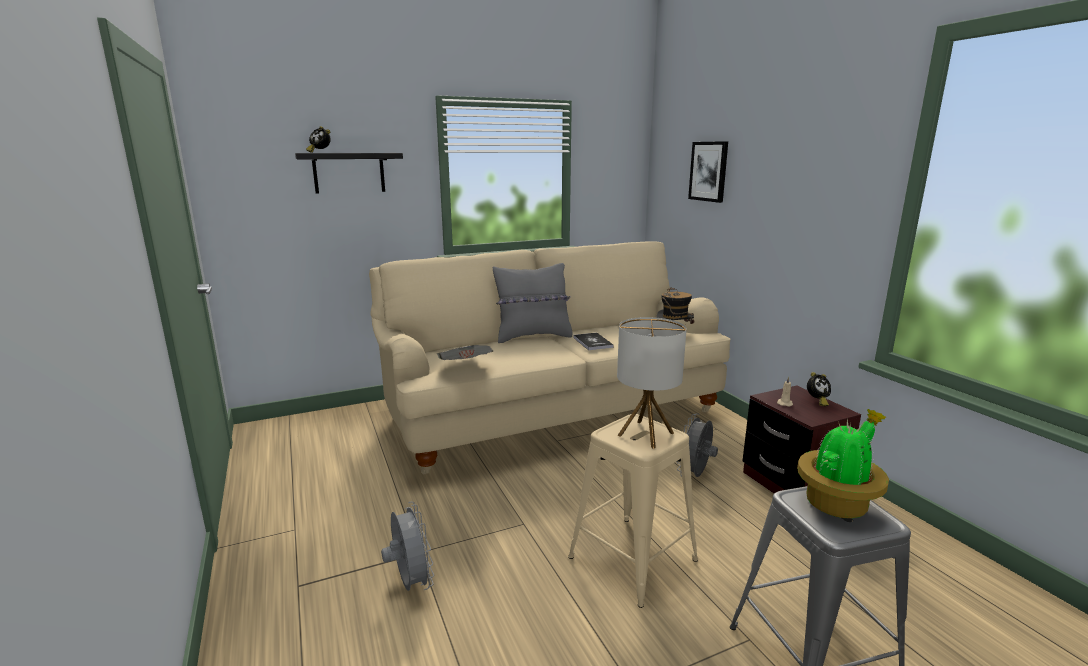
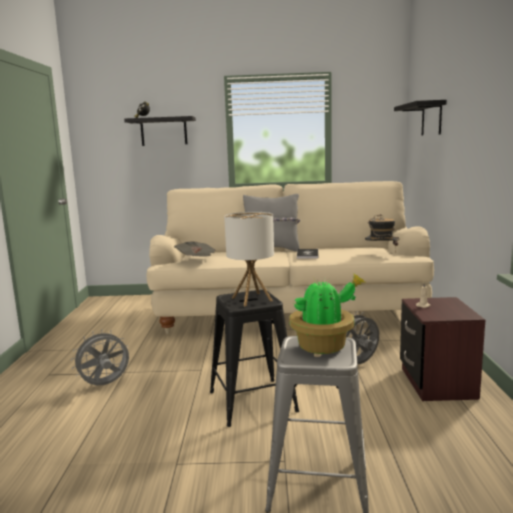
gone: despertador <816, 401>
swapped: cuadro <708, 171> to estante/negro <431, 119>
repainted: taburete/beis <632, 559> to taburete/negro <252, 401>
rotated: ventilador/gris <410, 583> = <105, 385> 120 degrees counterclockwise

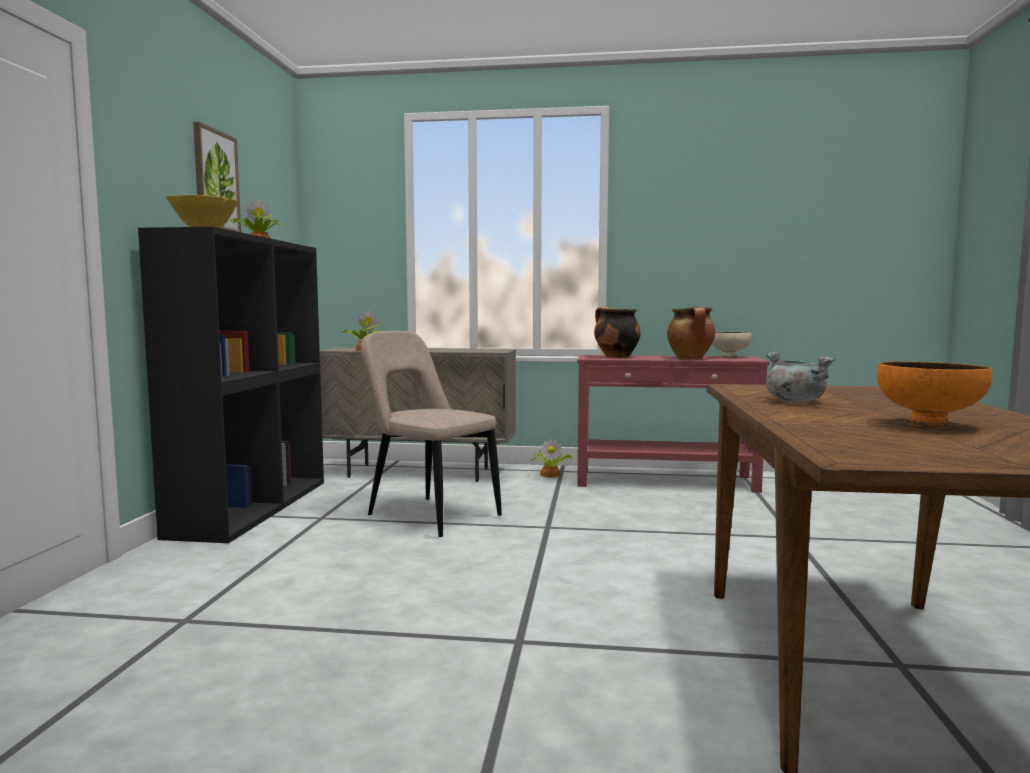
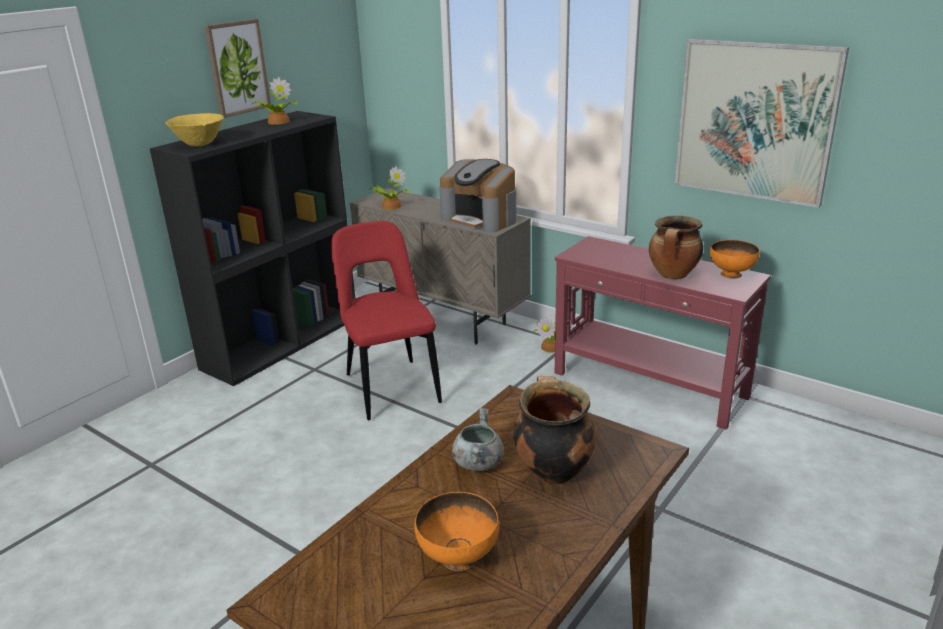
new: cafetera <480, 219>; cuadro <755, 121>
shifted: olla <615, 357> to <552, 470>
repainted: silla/beis <429, 515> to silla/rojo <390, 386>; cuenco/beis <729, 357> to cuenco/naranja <731, 274>

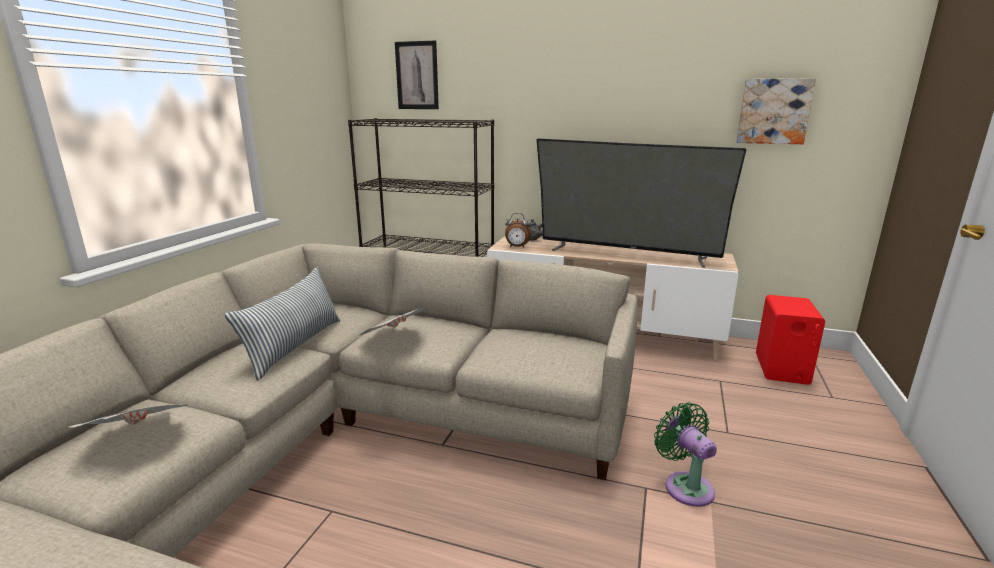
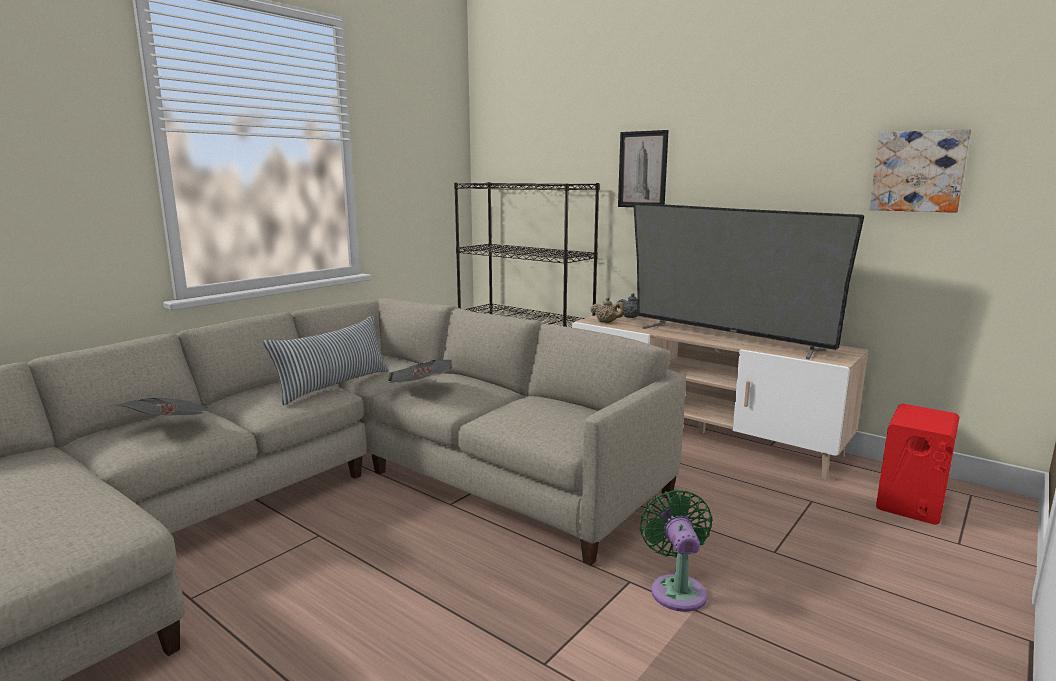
shifted: cuadro <417, 75> to <642, 169>
swapped: despertador <517, 247> to tetera/beis <607, 322>

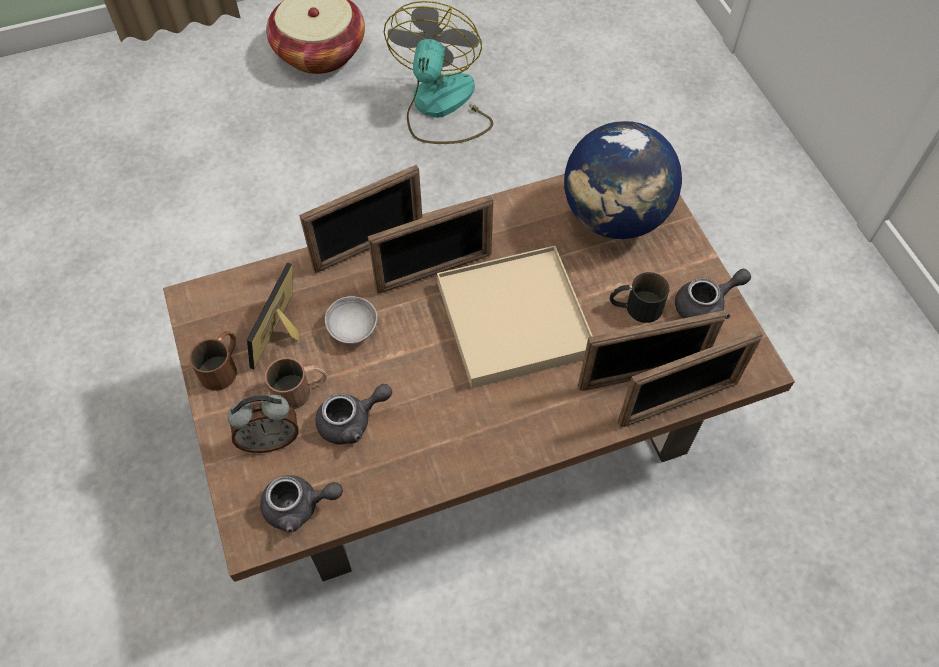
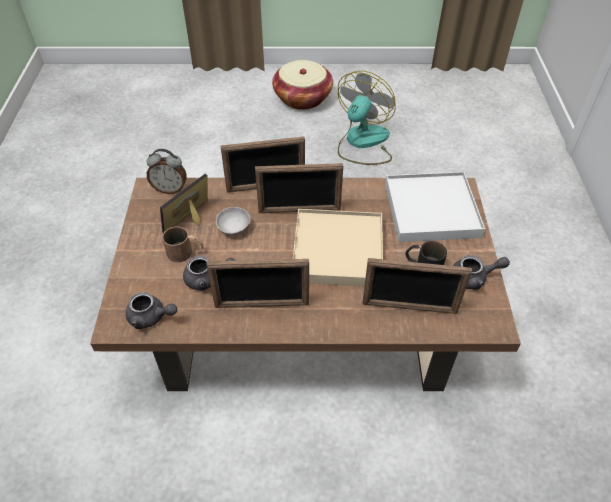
gone: taza grande/marrón <223, 365>
shifted: despertador <270, 439> to <170, 189>; portarretratos <678, 403> to <262, 305>
swapped: globo terráqueo <614, 217> to bandeja/blanco <431, 210>

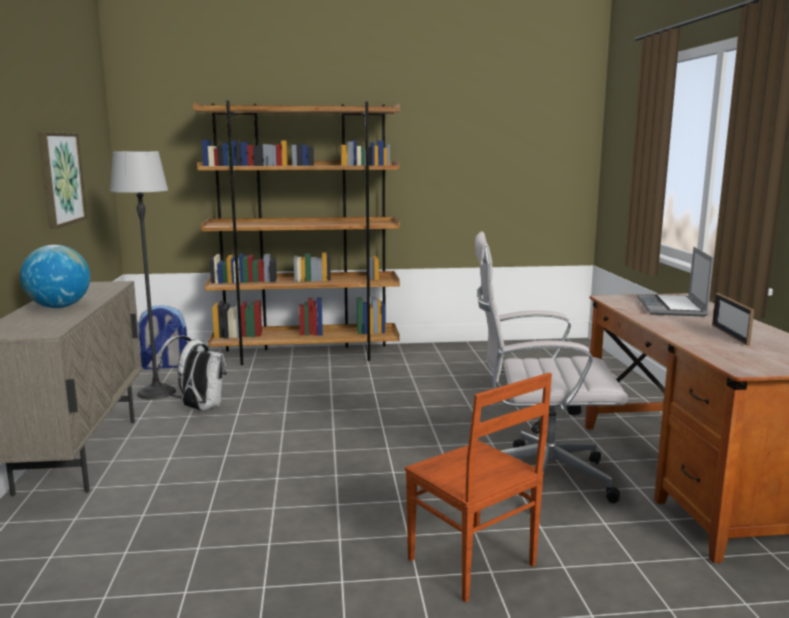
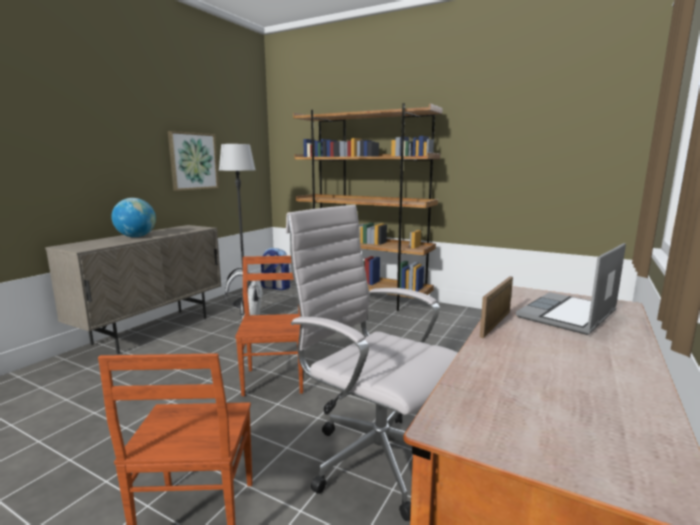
new: silla/marrón <275, 380>
shifted: portarretratos <730, 335> to <495, 323>

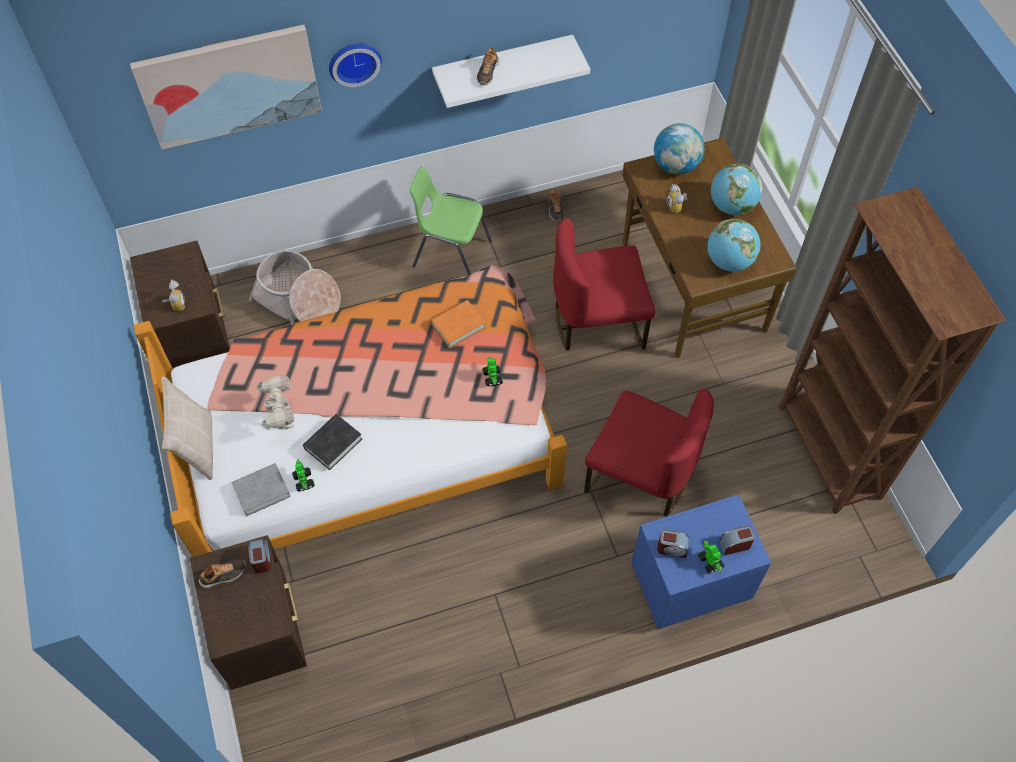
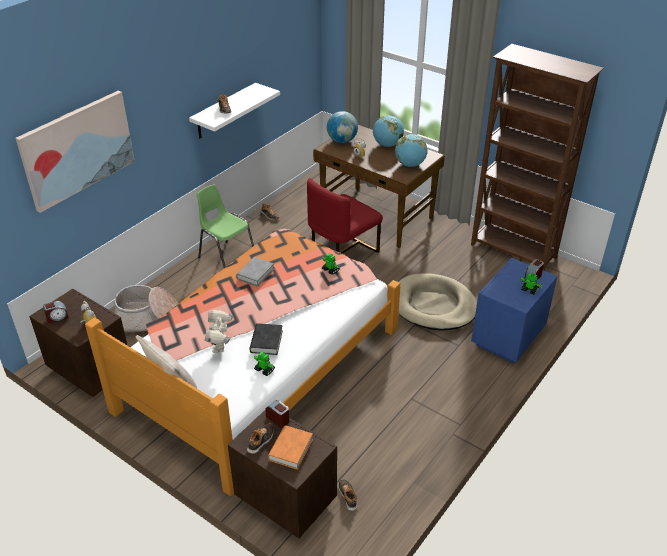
gone: reloj de pared <354, 61>
new: zapato <348, 496>
shifted: despertador <672, 548> to <57, 318>; libro/gris <261, 491> to <255, 274>; libro/naranja <458, 326> to <290, 450>
swapped: silla/rojo <640, 476> to cama para perro/beis <433, 305>
rotated: silla/verde <451, 254> = <227, 258> 60 degrees clockwise; robot de juguete <282, 419> = <220, 346> 135 degrees counterclockwise

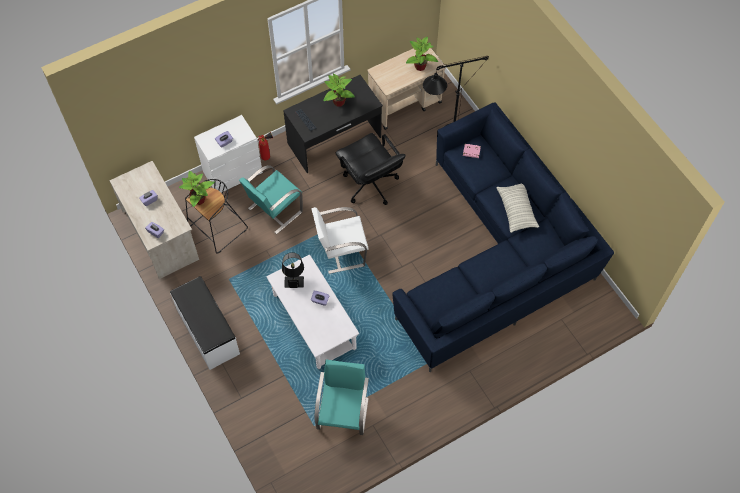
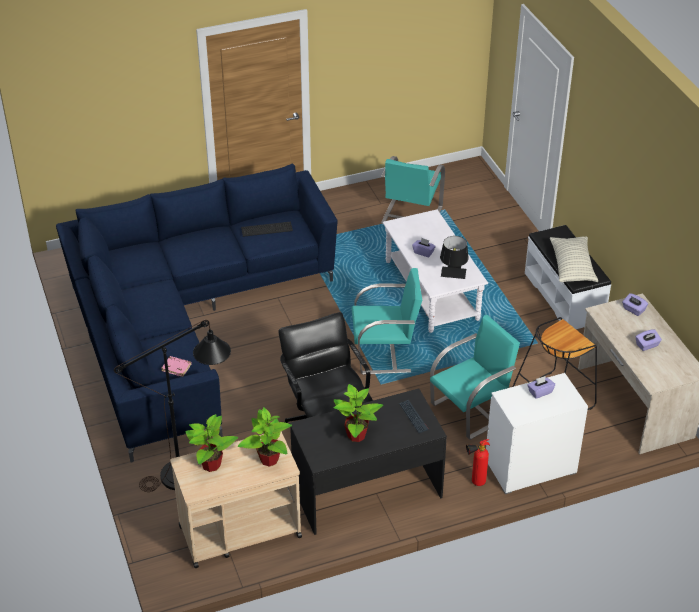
new: teclado <266, 228>
shifted: planta en maceta <199, 200> to <268, 459>; cojín <516, 211> to <572, 267>
repainted: silla/blanco <341, 251> to silla/turquesa <385, 353>

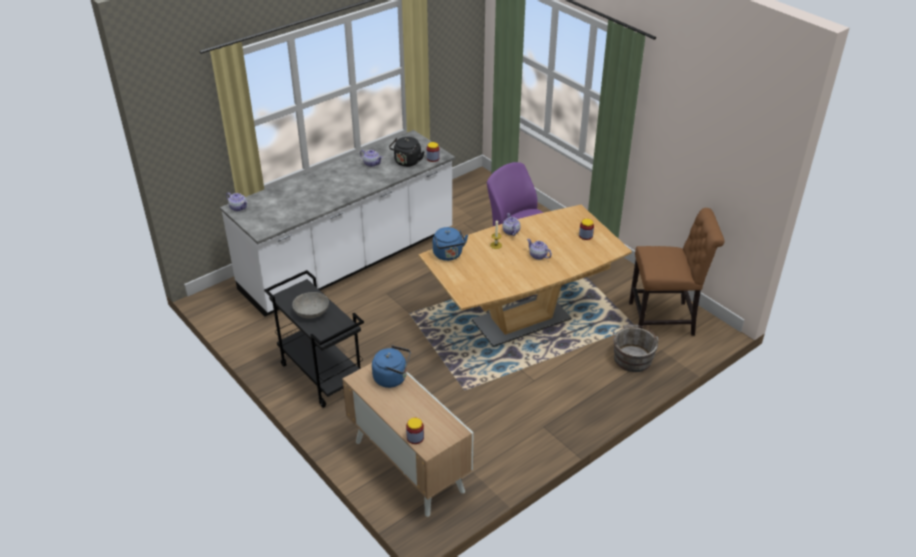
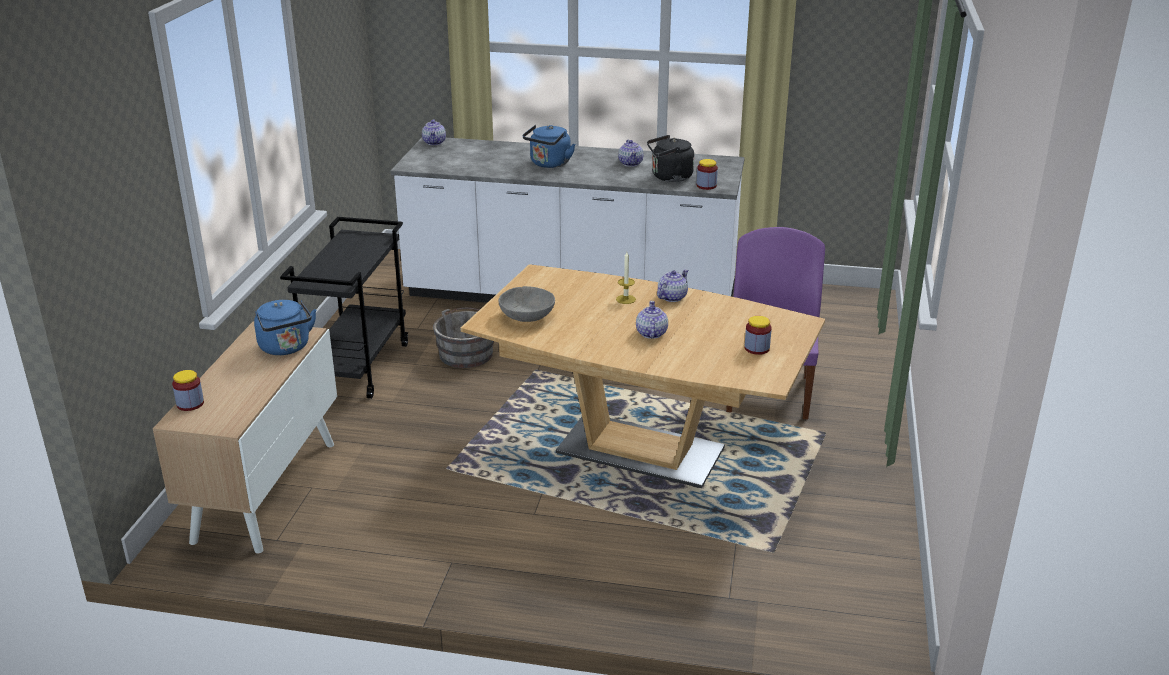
gone: silla/marrón <665, 319>
shifted: cubo/gris <632, 357> to <469, 353>; cuenco/gris <311, 312> to <527, 317>; hervidor/azul <448, 255> to <549, 164>

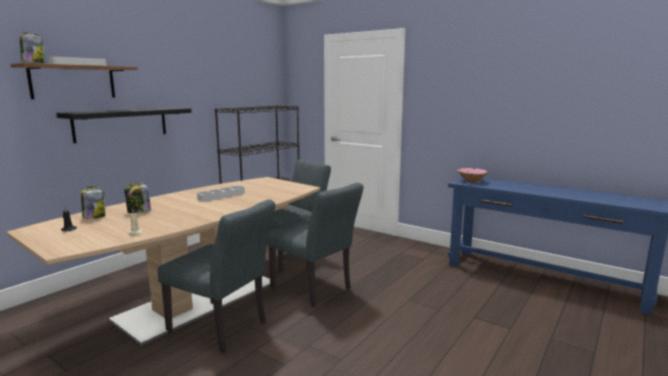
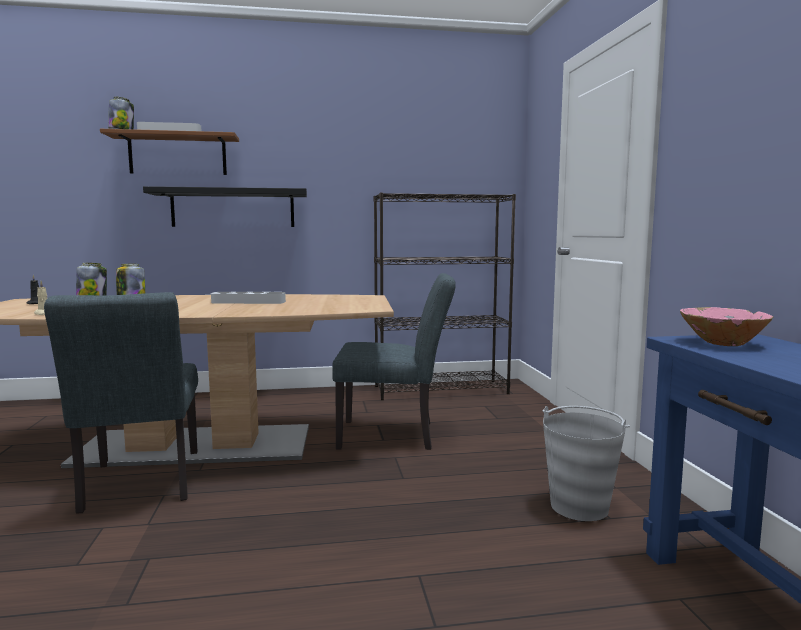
gone: silla/gris <315, 289>
new: cubo/gris <579, 506>

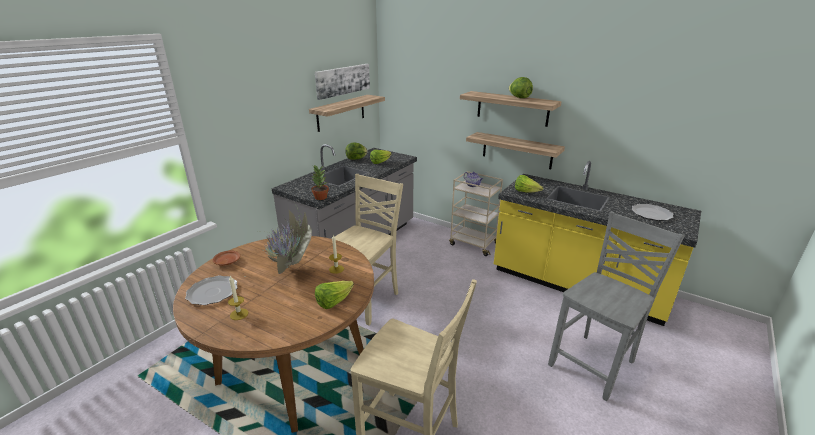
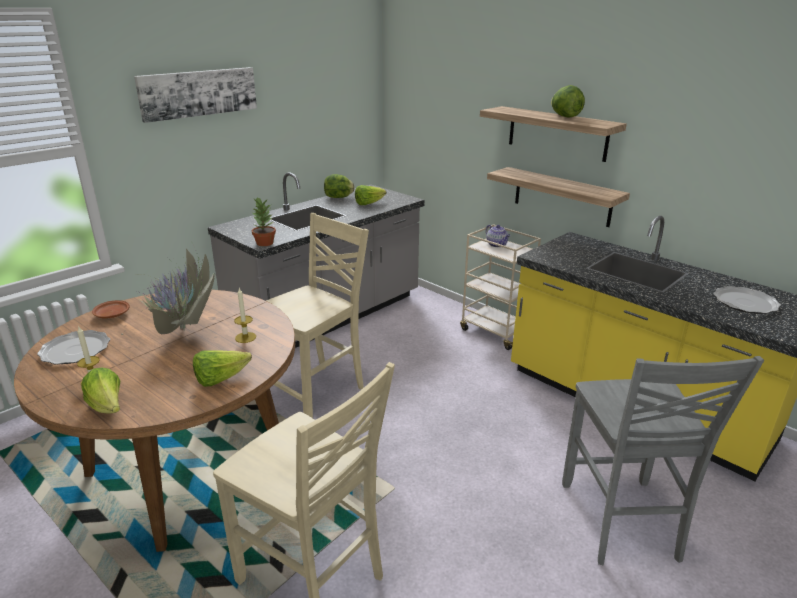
gone: estante <341, 112>
shifted: lechuga <526, 192> to <108, 407>; cuadro <343, 80> to <198, 93>
rotated: silla/gris <594, 364> = <620, 522> 120 degrees clockwise

